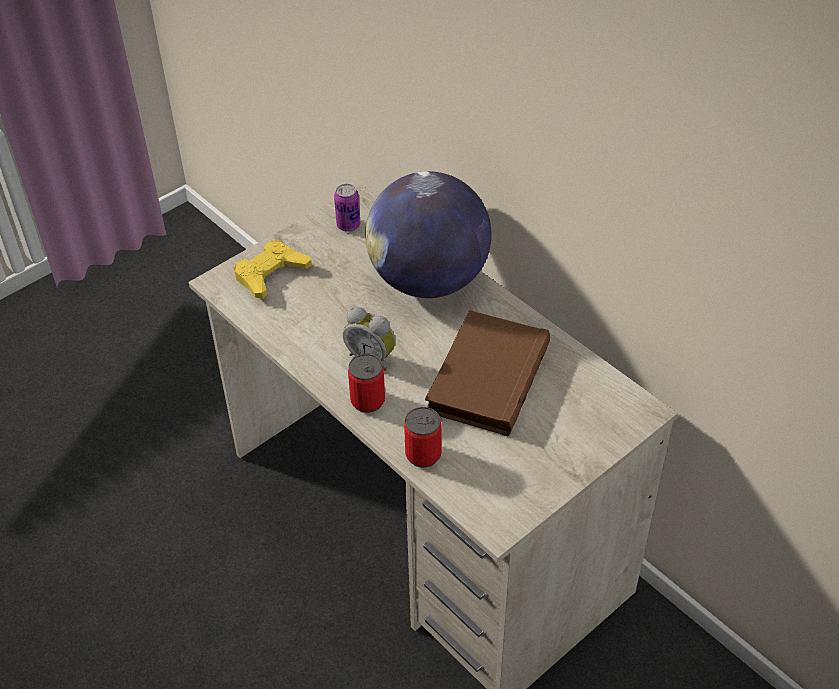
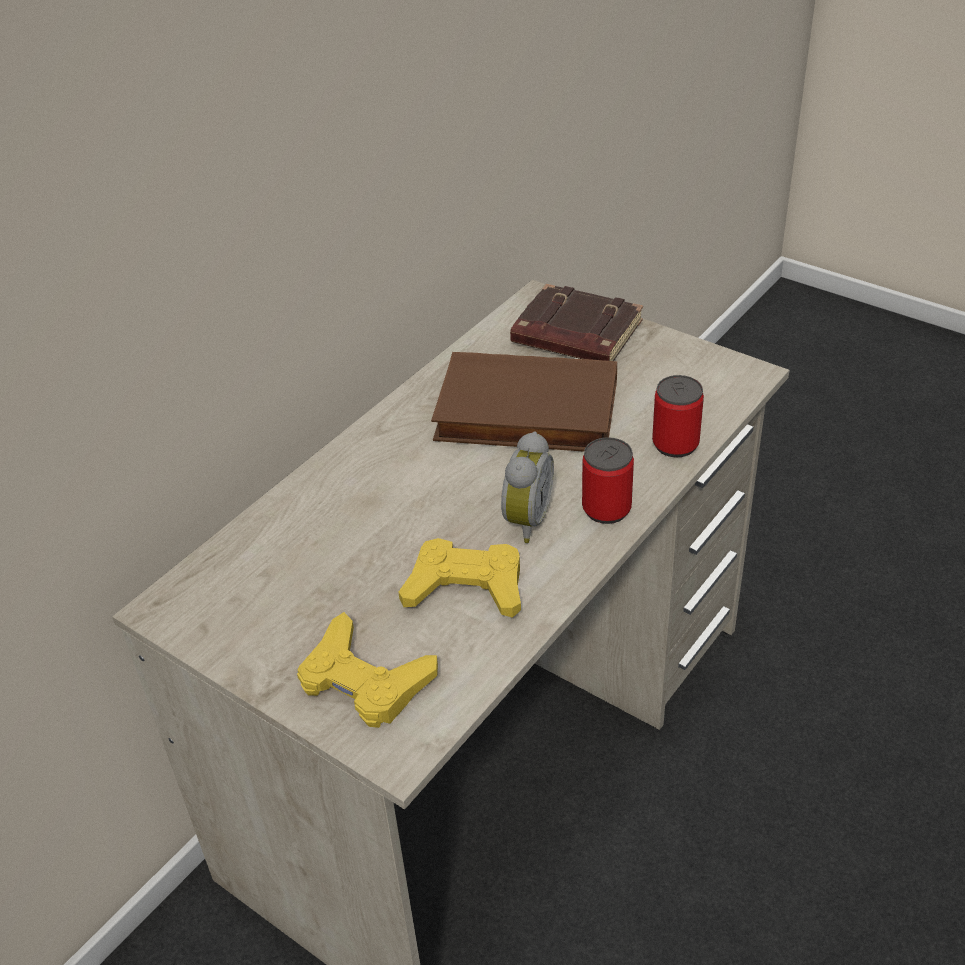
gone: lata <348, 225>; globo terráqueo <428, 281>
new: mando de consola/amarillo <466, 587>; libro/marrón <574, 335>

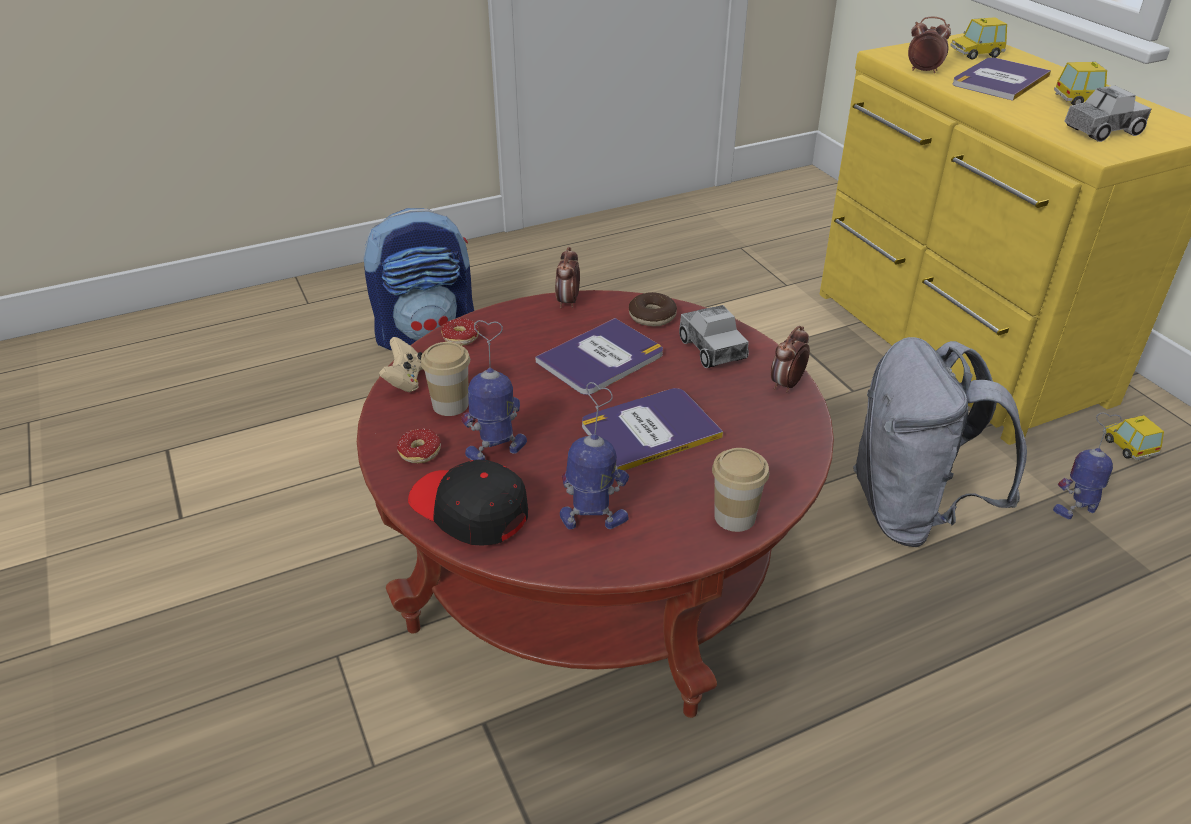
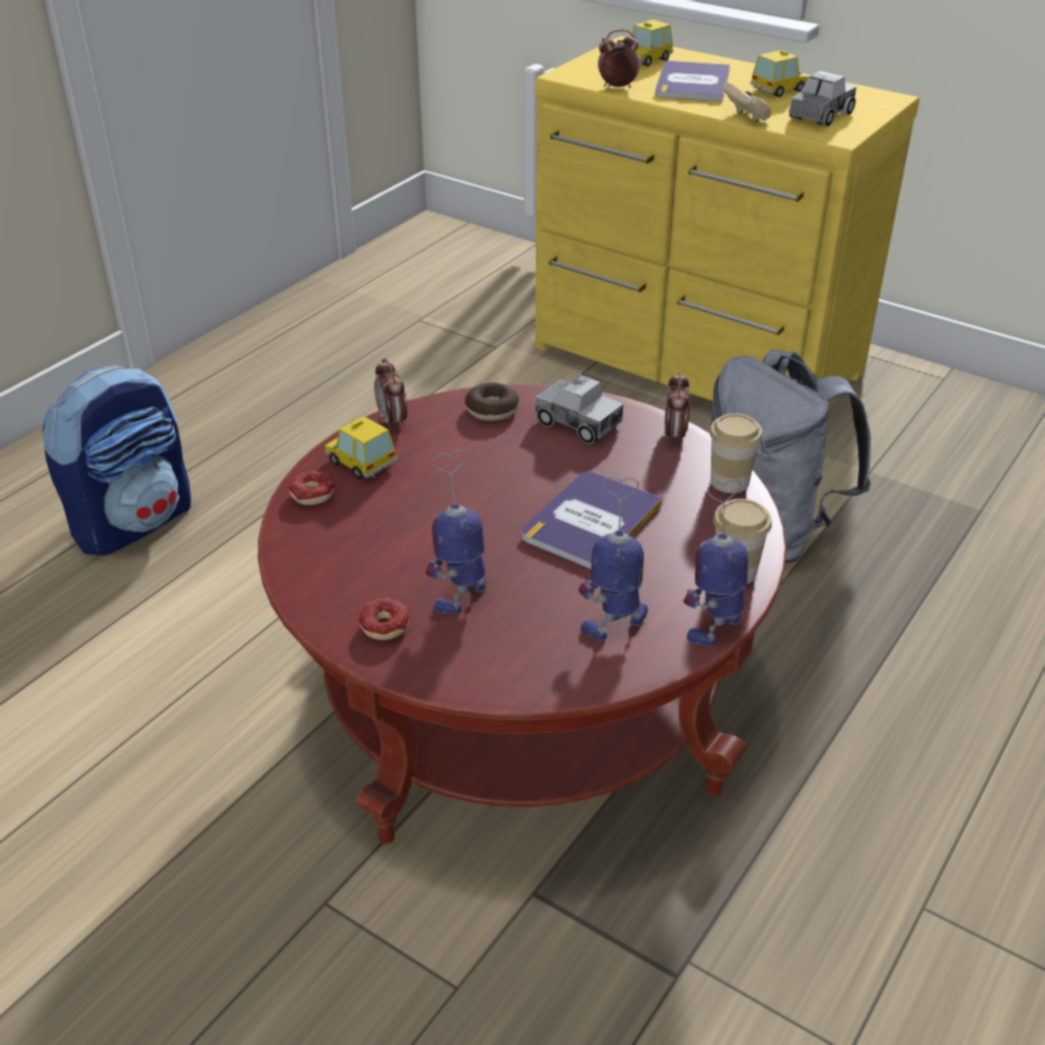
gone: gorra/negro <469, 510>; libro <601, 358>
shifted: coche de juguete <1128, 446> to <361, 462>; robot de juguete <1077, 509> to <716, 625>; taza <450, 405> to <729, 481>; mando de consola/beis <405, 380> to <746, 117>

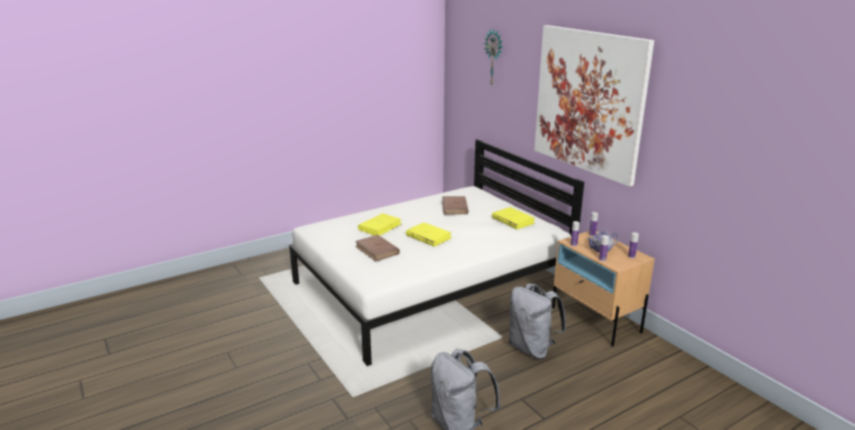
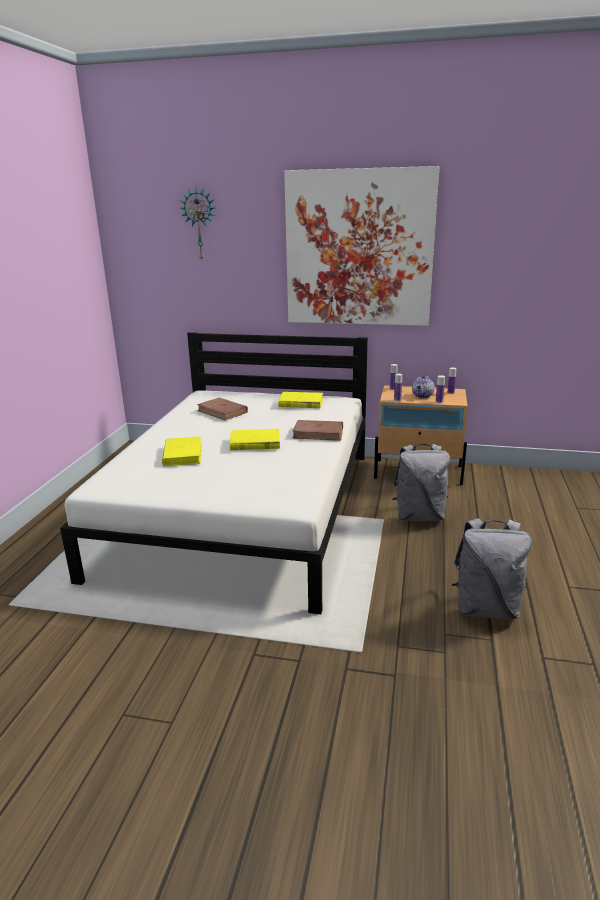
shifted: libro/marrón <377, 250> to <318, 433>

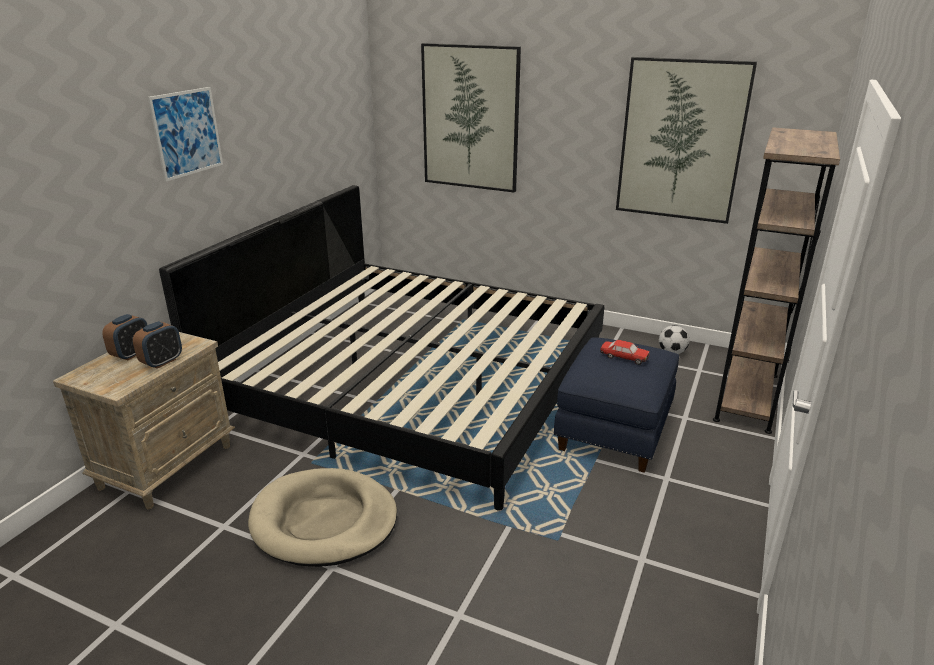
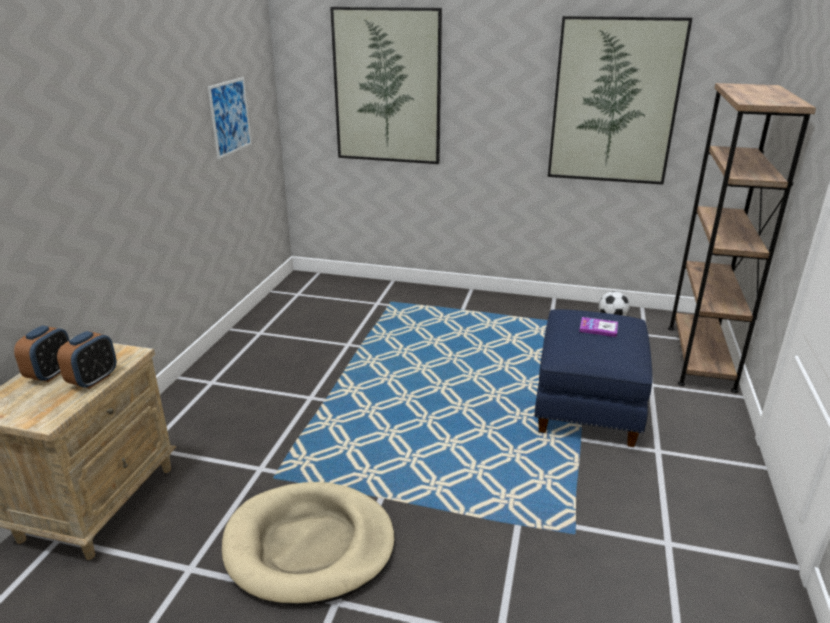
gone: cama <413, 381>
shifted: cuadro <187, 133> to <230, 117>
swapped: coche de juguete <624, 357> to libro <598, 328>

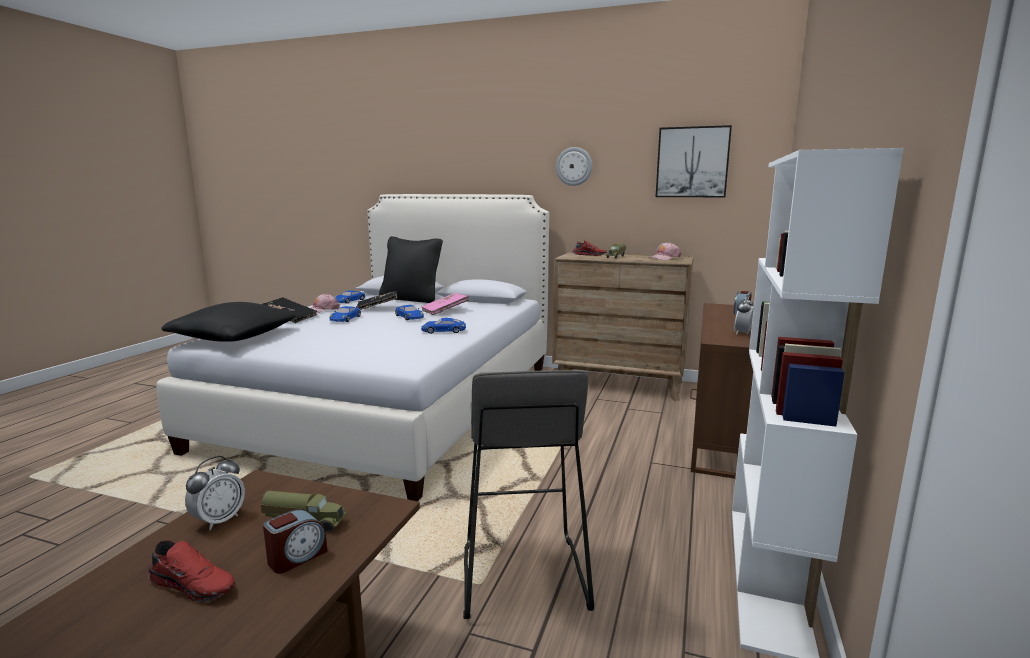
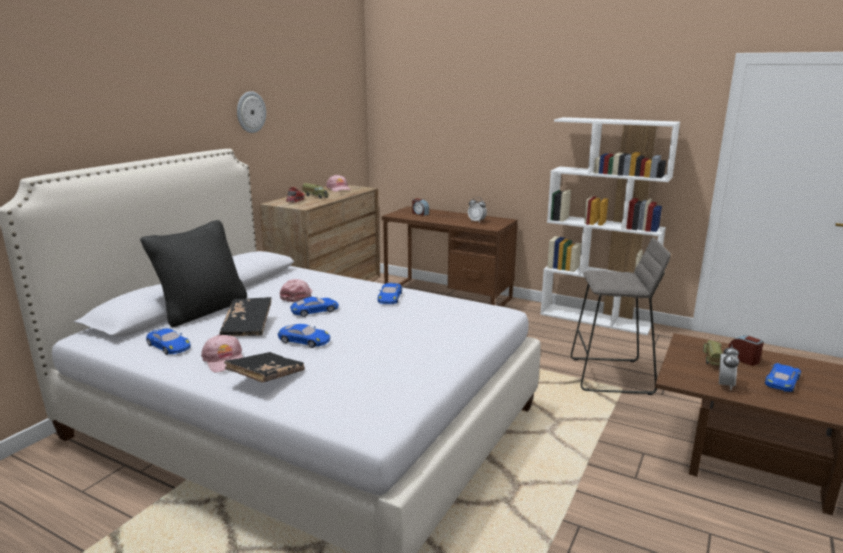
gone: cojín/negro <233, 337>; cuadro <692, 162>
swapped: libro/rosa <445, 311> to gorra/rosa <297, 295>; zapato/rojo <195, 584> to coche de juguete/azul <782, 381>
rotated: despertador <219, 520> = <725, 385> 75 degrees clockwise

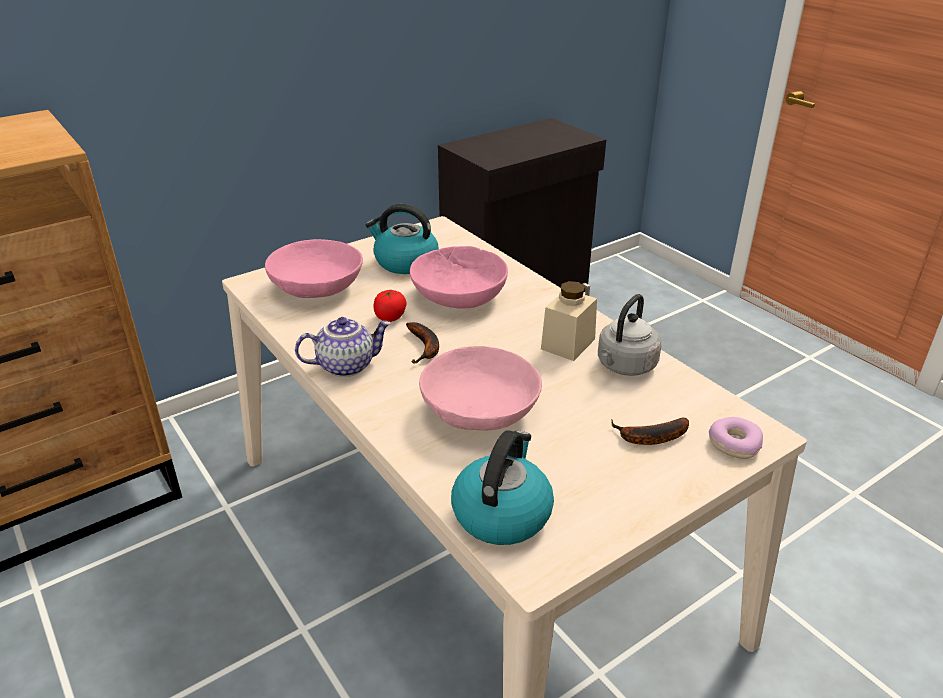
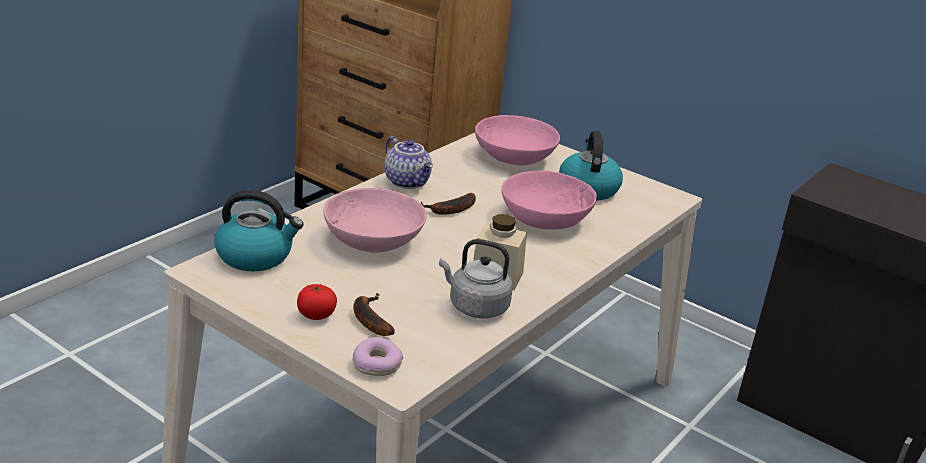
shifted: tomate <390, 317> to <316, 315>

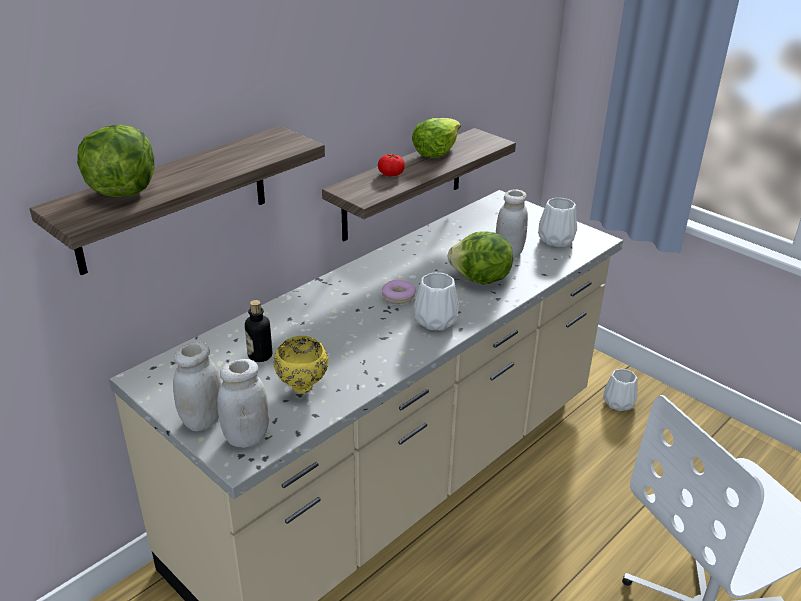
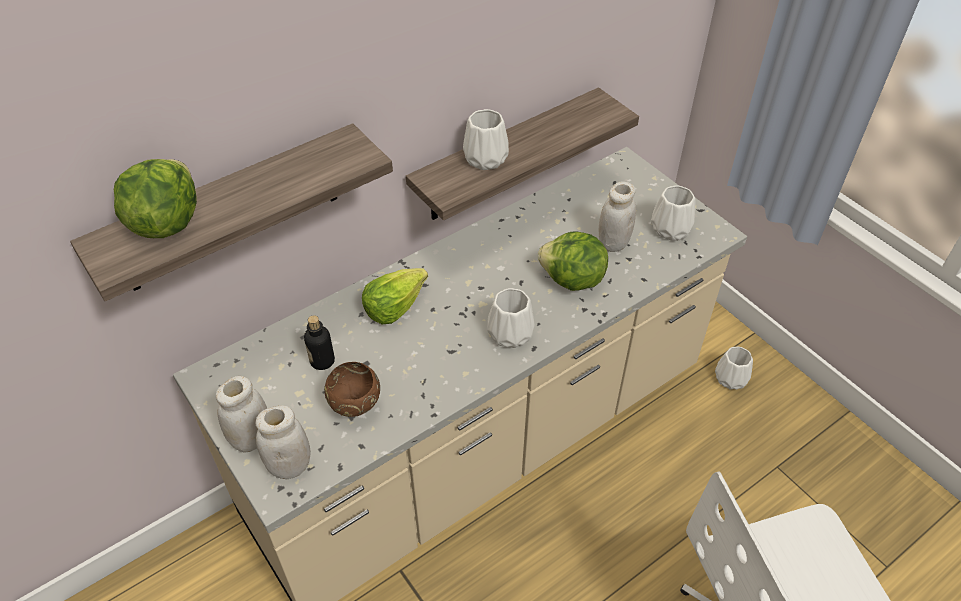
gone: rosquilla <398, 296>
shifted: lechuga <435, 151> to <394, 306>
swapped: tomate <391, 174> to florero/blanco <485, 158>
repainted: cuenco/amarillo <302, 388> to cuenco/marrón <356, 409>

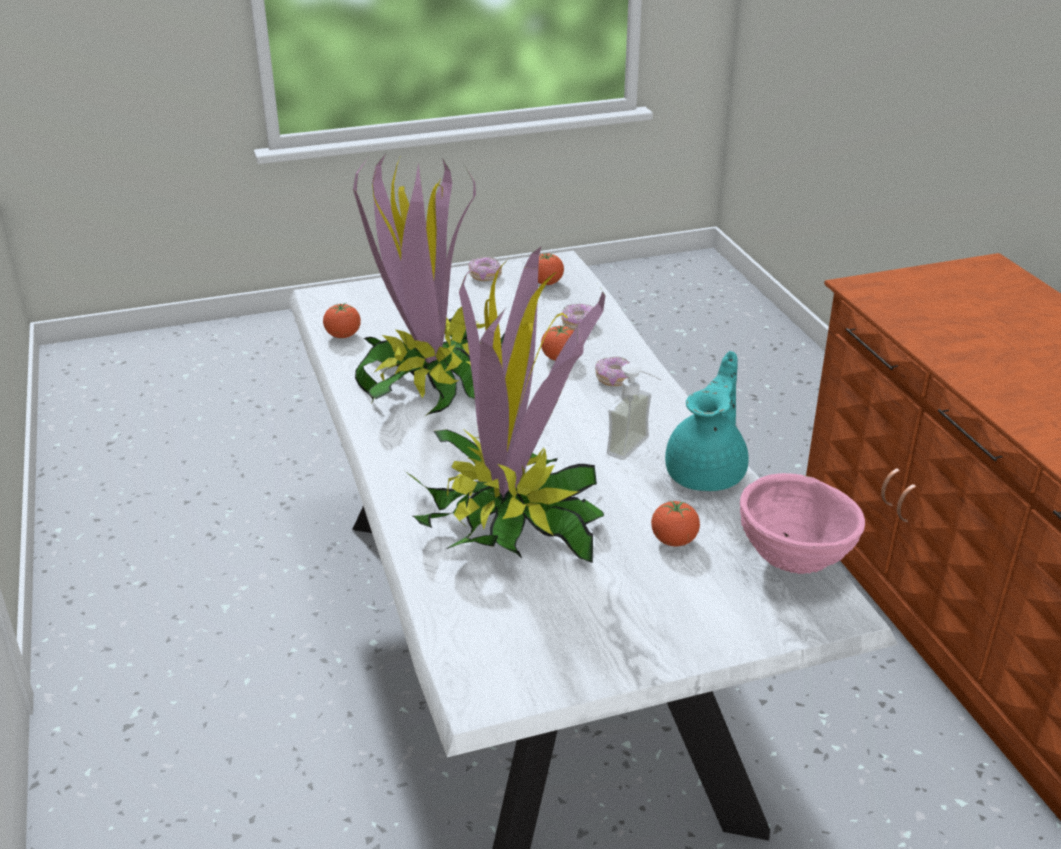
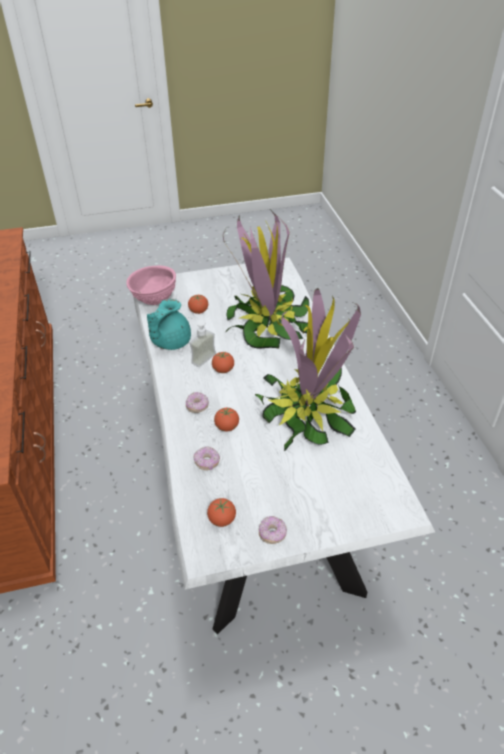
shifted: tomate <343, 336> to <223, 370>

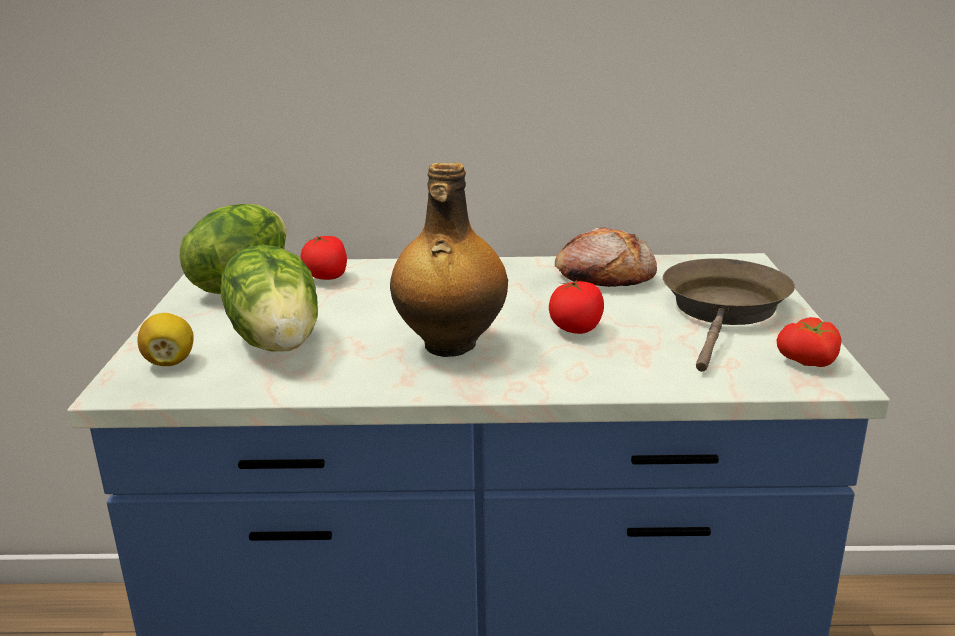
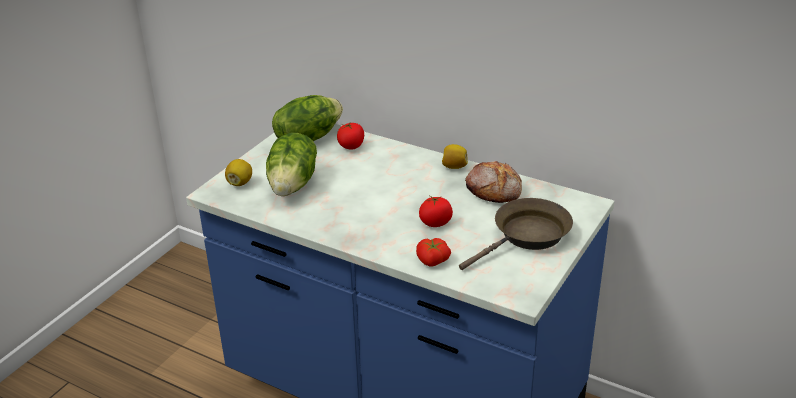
gone: botella <449, 346>
new: limón <454, 167>
shifted: tomate <809, 362> to <432, 261>

